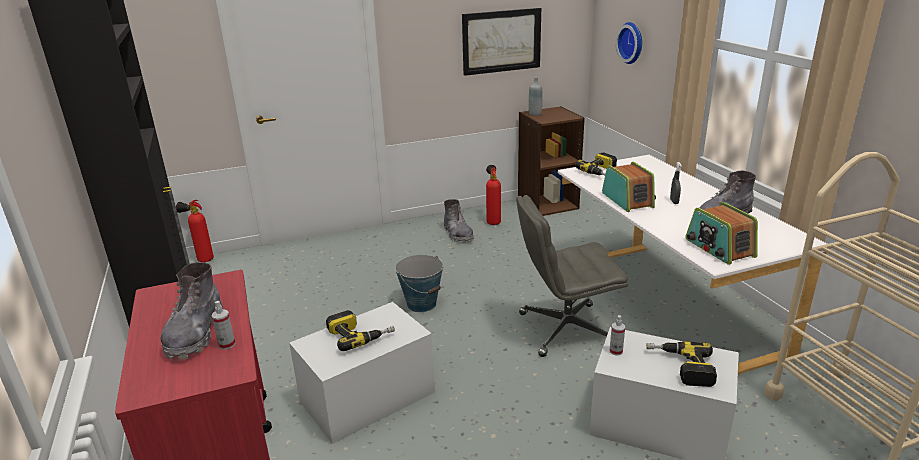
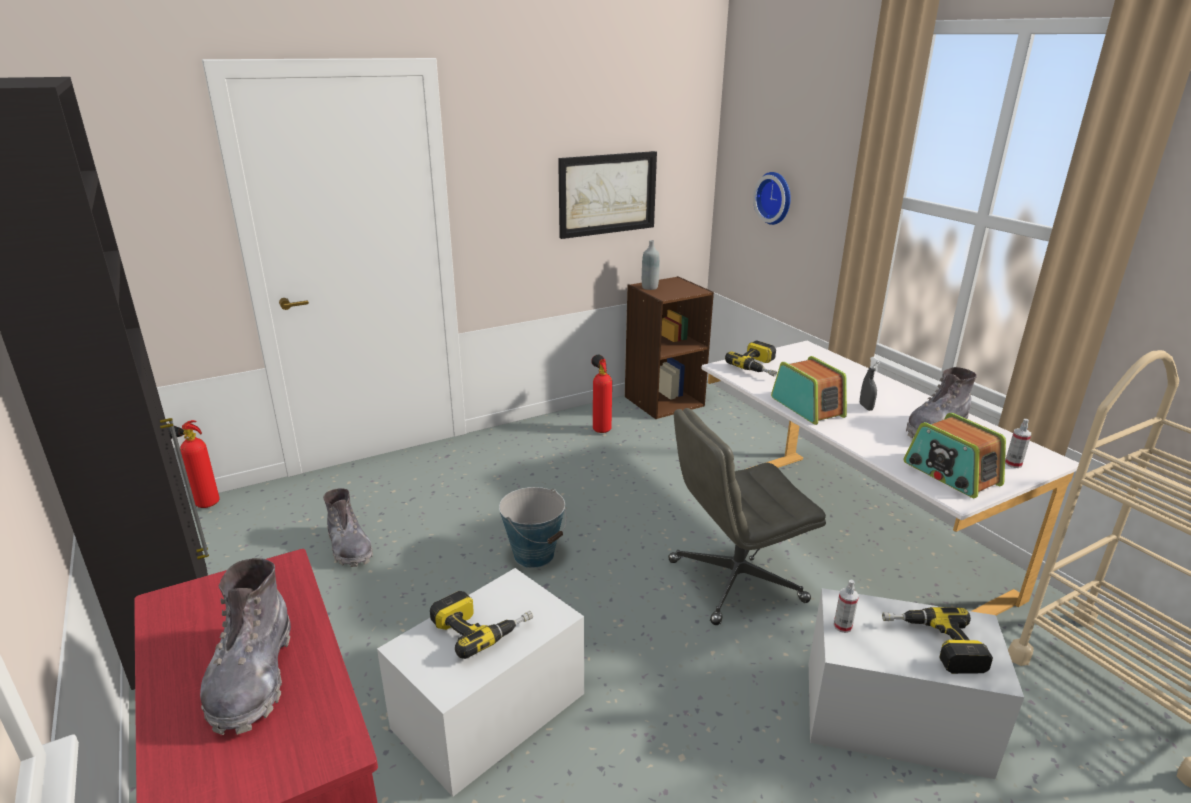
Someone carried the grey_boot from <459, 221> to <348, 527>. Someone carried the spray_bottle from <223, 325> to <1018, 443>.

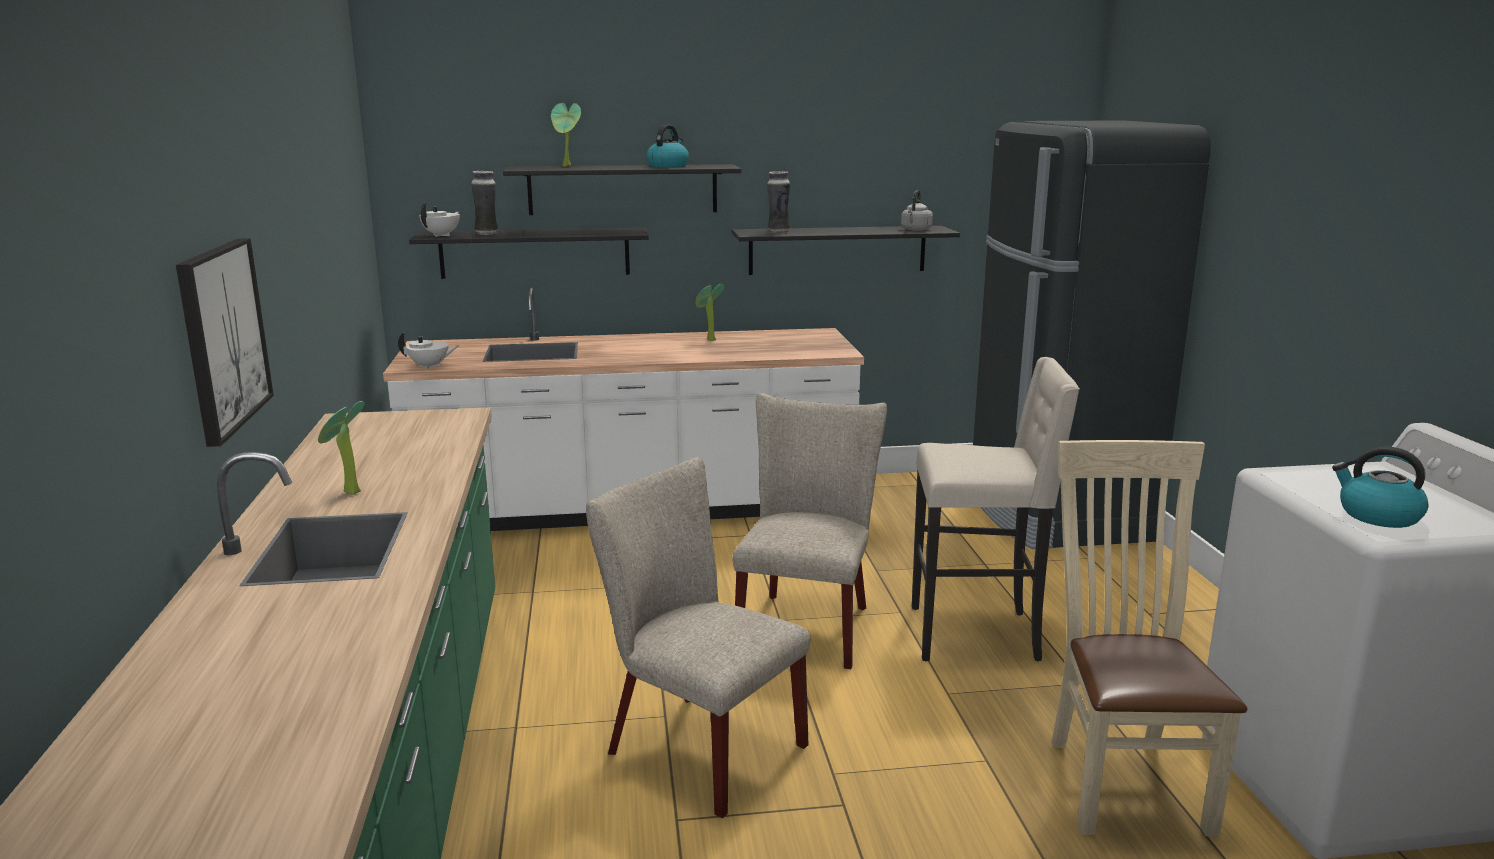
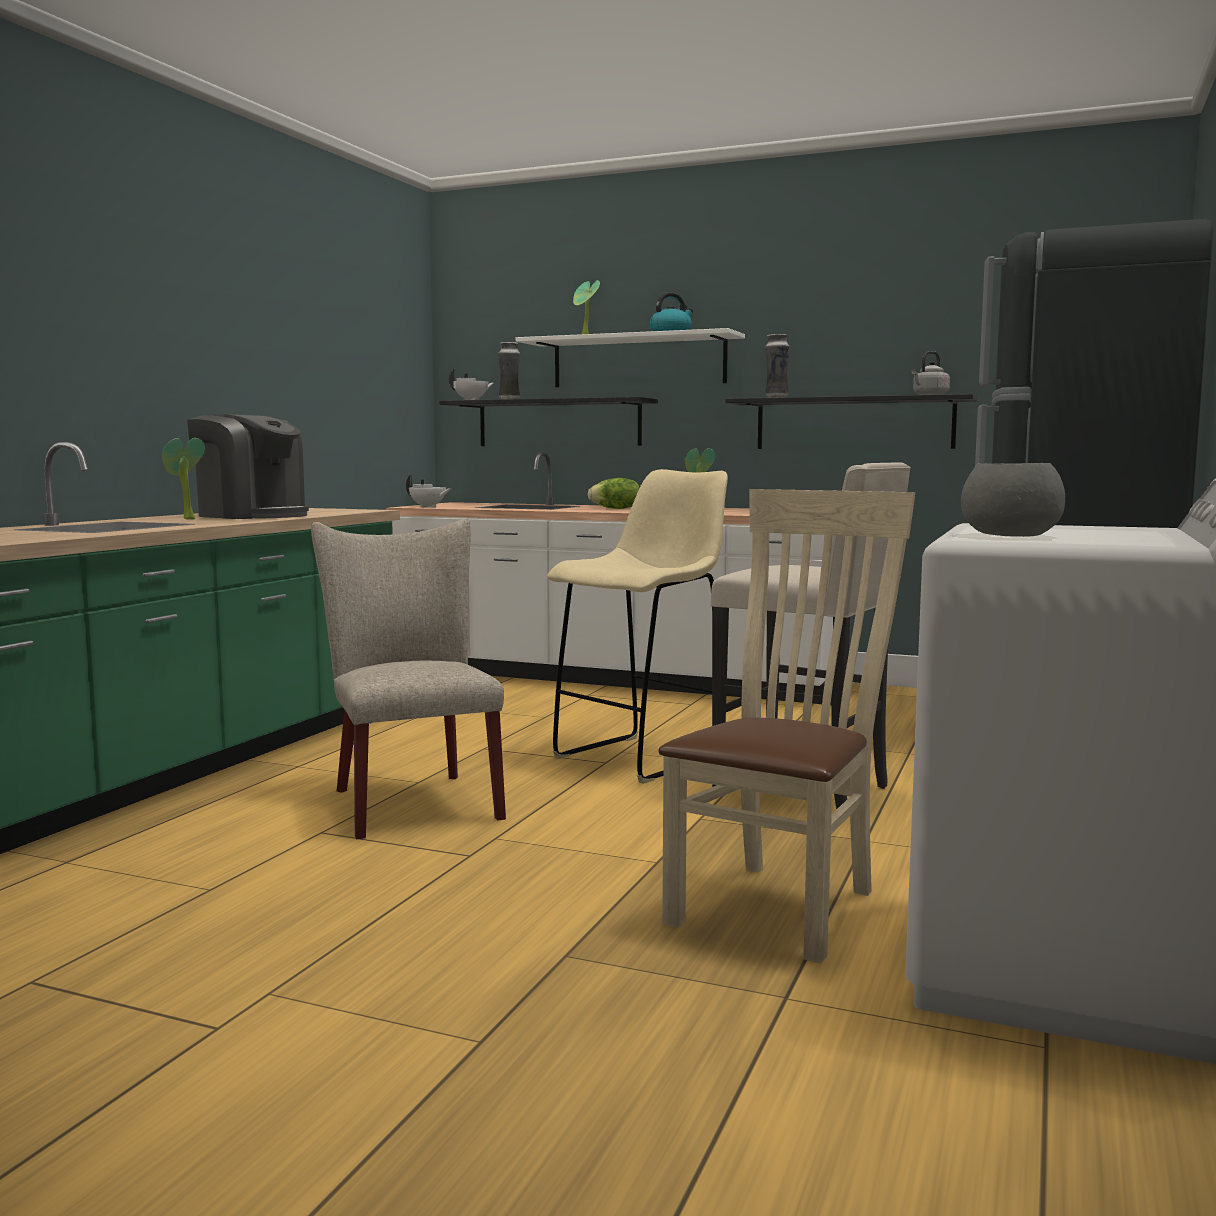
Someone repainted the black_shelf at <622, 189>, which became the white_shelf at <630, 357>. Someone took away the picture at <225, 342>. Someone swapped the beige_chair at <810, 531> for the beige_stool at <637, 626>. Someone swapped the kettle at <1380, 487> for the grey_bowl at <1013, 500>. Someone put down the coffee_machine at <248, 466>. Someone put down the lettuce at <614, 493>.

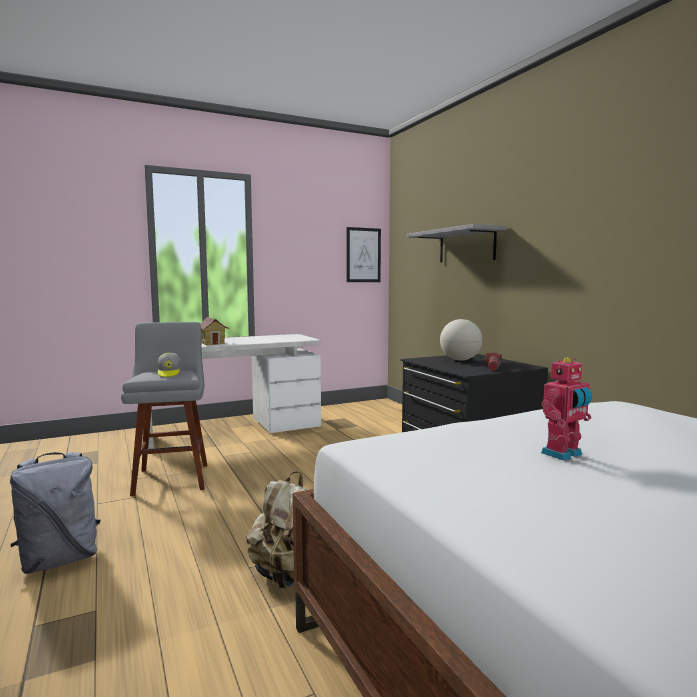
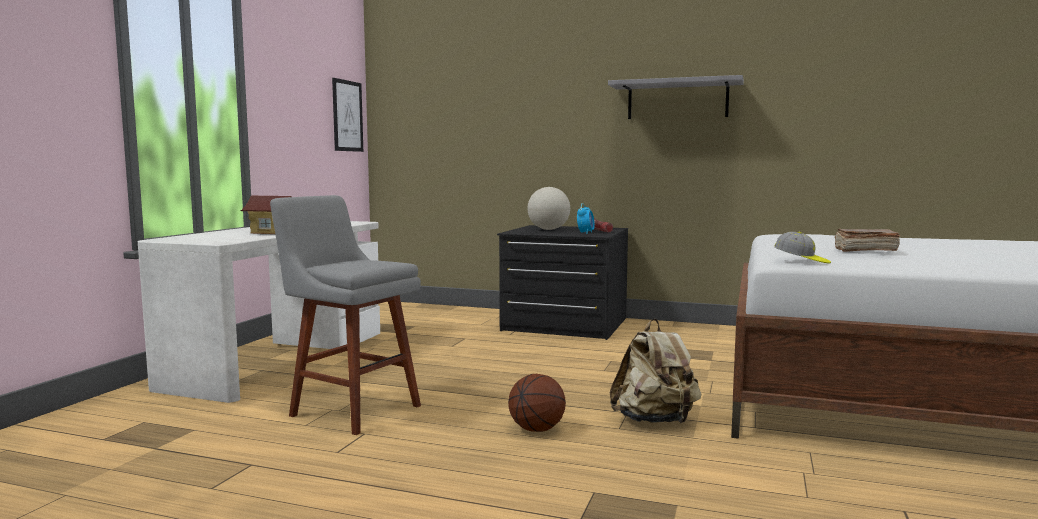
Someone carried the grey_shelf from <456, 243> to <676, 97>. Someone carried the cap from <169, 365> to <803, 247>. Someone swapped the toy_robot at <566, 409> for the brown_book at <867, 240>. Someone took away the grey_backpack at <55, 513>. Someone put down the alarm_clock at <586, 218>. Someone put down the basketball at <537, 403>.

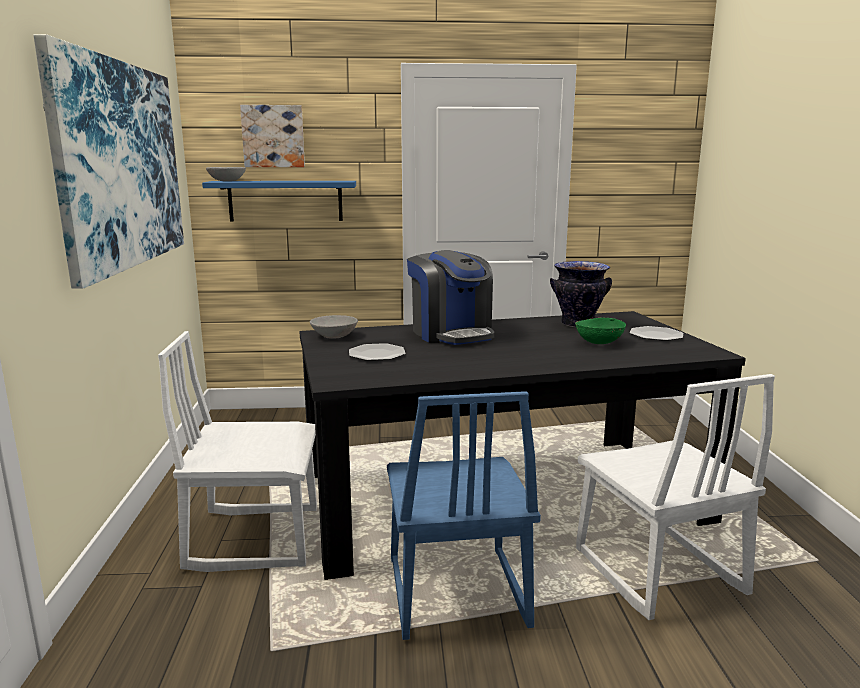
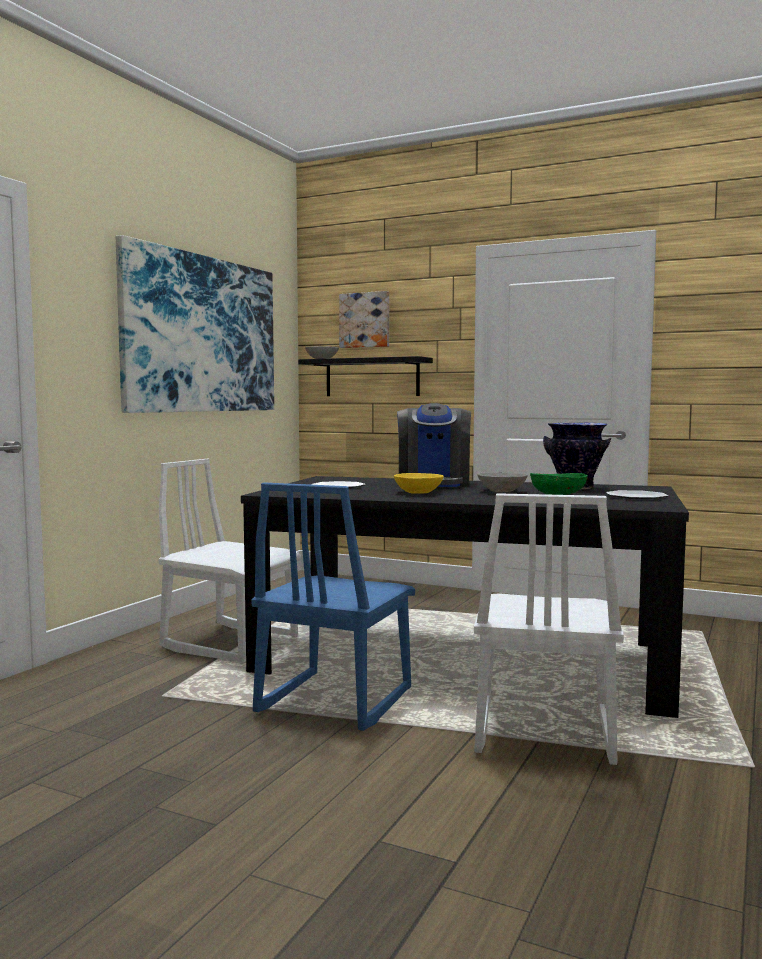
Someone repainted the blue_shelf at <279, 201>, which became the black_shelf at <365, 376>. Someone carried the grey_bowl from <334, 326> to <502, 482>. Someone put down the yellow_bowl at <419, 483>.

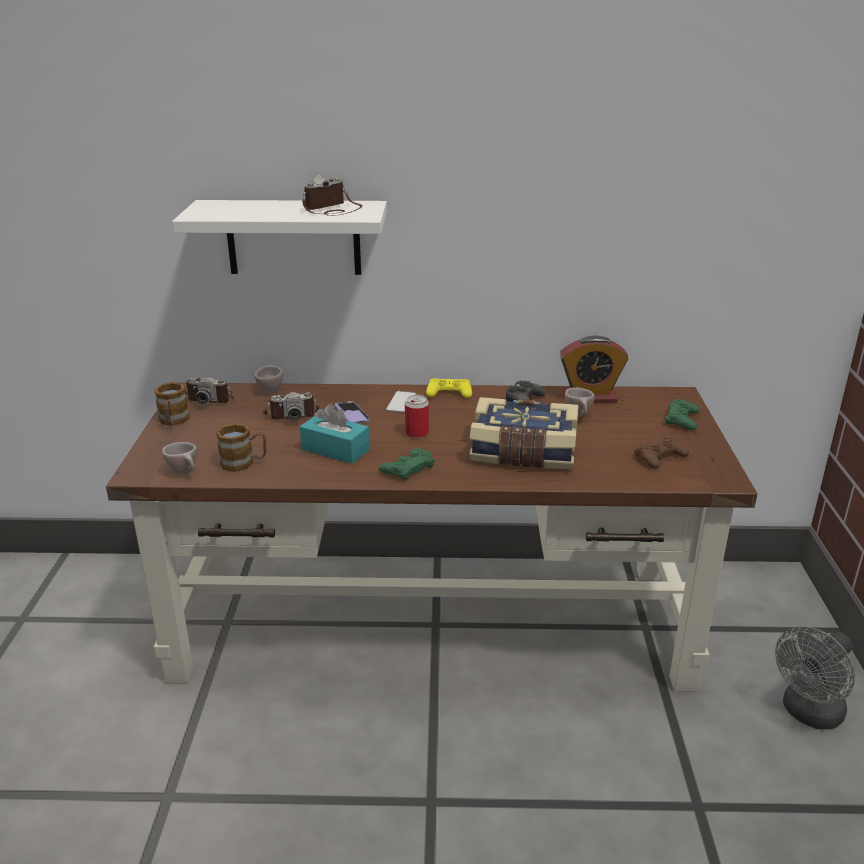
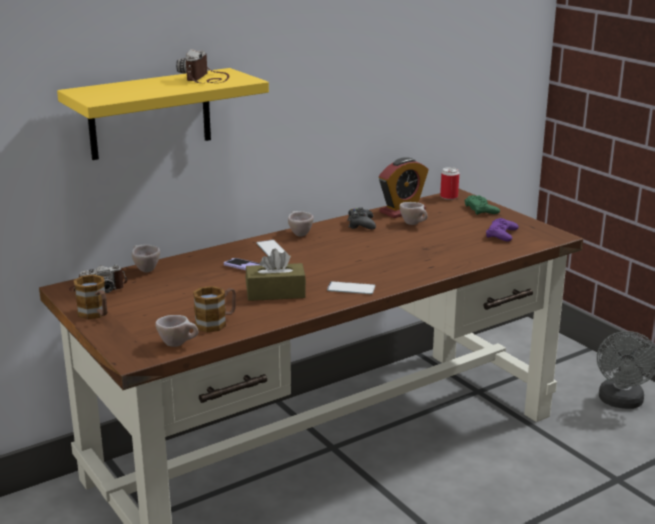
Someone repainted the white_shelf at <279, 237>, which became the yellow_shelf at <163, 114>. Someone swapped the yellow_game_controller at <449, 388> for the beige_cup at <301, 224>. Someone took away the photo_camera at <291, 406>. Someone carried the can from <417, 416> to <449, 183>. Someone took away the book at <524, 433>. Someone repainted the turquoise_tissue_box at <335, 434>, which became the brown_tissue_box at <276, 275>. Someone repainted the brown_game_controller at <661, 452>, which became the purple_game_controller at <502, 229>. Someone swapped the green_game_controller at <407, 464> for the phone at <351, 287>.

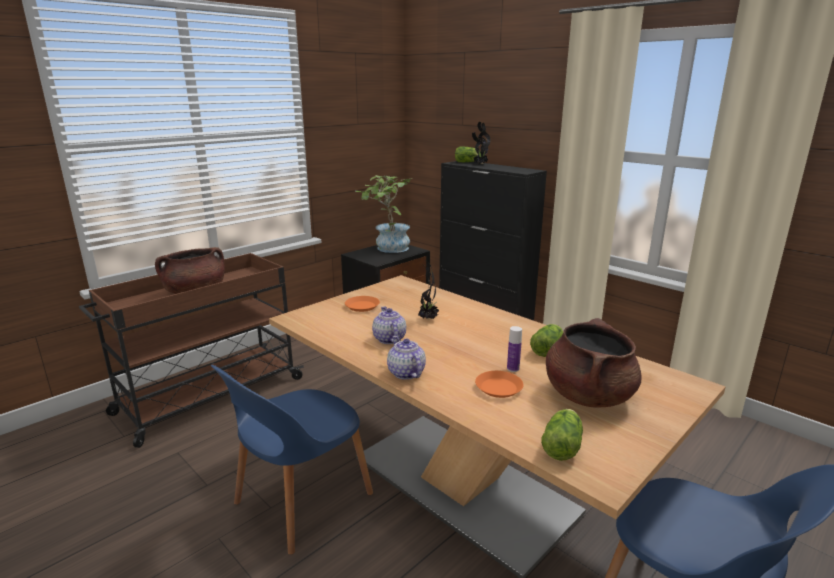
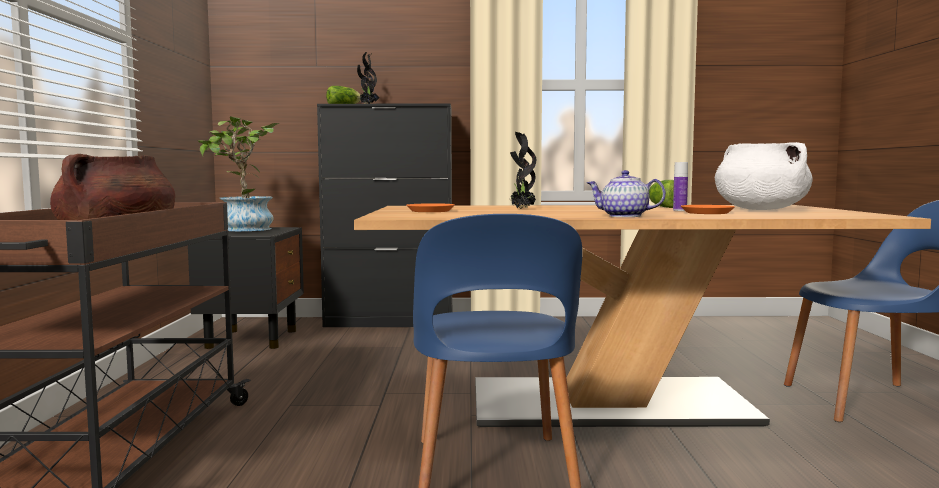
Someone took away the teapot at <389, 325>. Someone repainted the brown_cooking_pot at <594, 363>, which became the white_cooking_pot at <764, 176>. Someone took away the lettuce at <562, 435>.

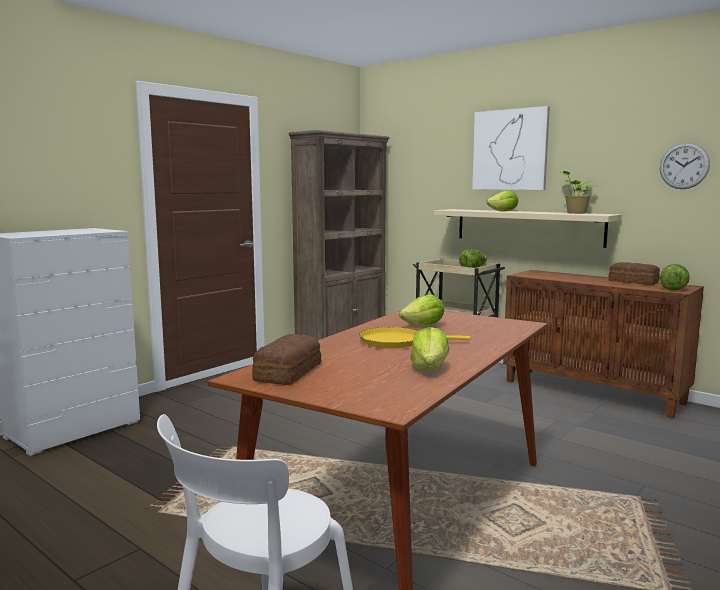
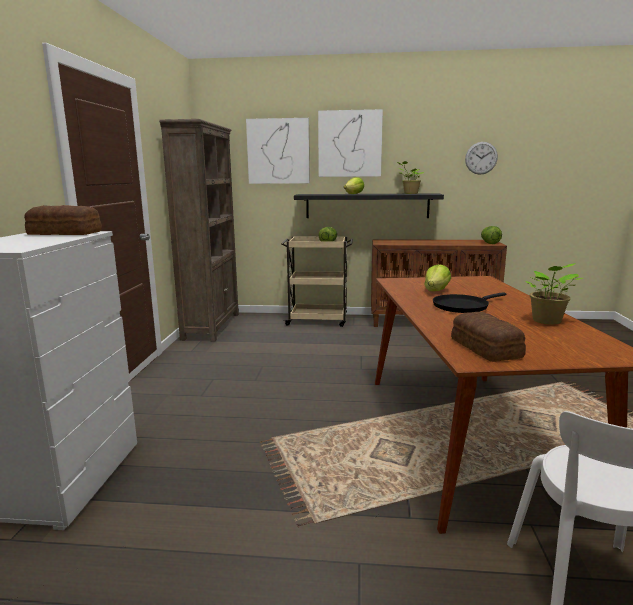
Someone repainted the beige_shelf at <528, 228>, which became the black_shelf at <369, 205>. Someone carried the bread from <634, 273> to <63, 220>. Someone repainted the yellow_frying_pan at <415, 337>, which became the black_frying_pan at <469, 302>. Someone swapped the lettuce at <430, 349> for the potted_plant at <554, 293>. Someone put up the picture at <278, 151>.

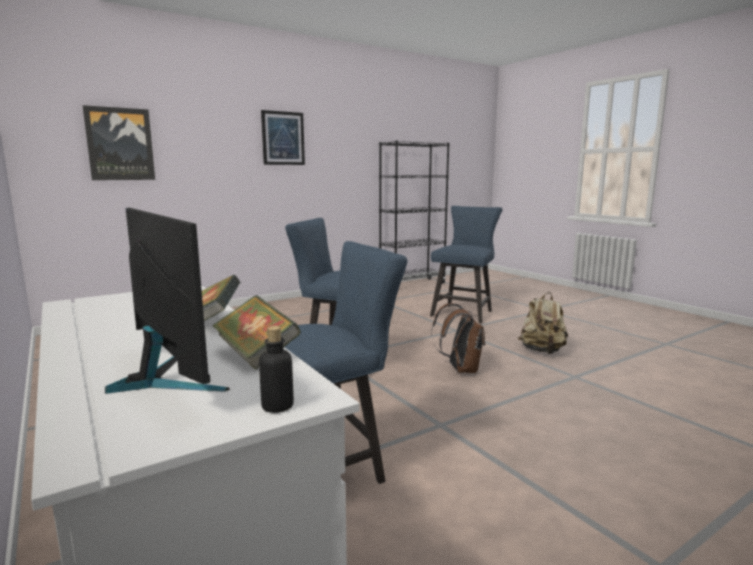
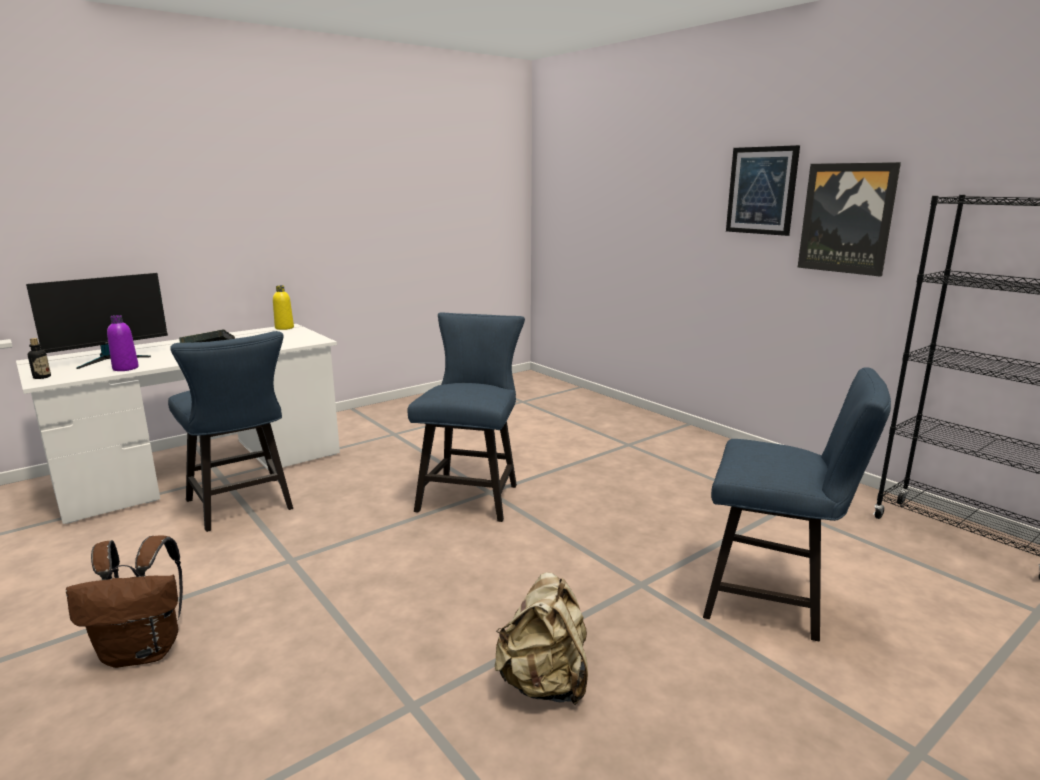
Someone carried the picture from <119, 142> to <849, 219>. Someone swapped the book at <256, 332> for the purple_bottle at <123, 343>. Someone carried the brown_backpack from <458, 338> to <124, 601>. Someone put down the yellow_bottle at <283, 307>.

